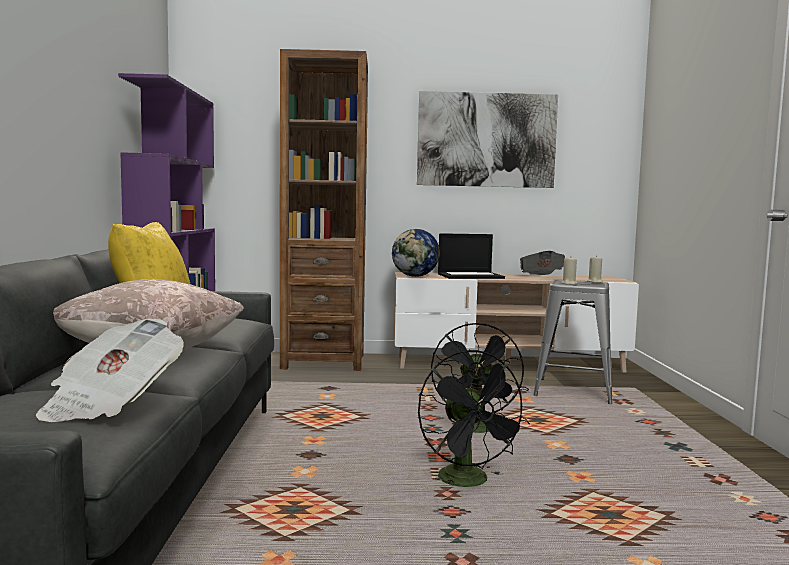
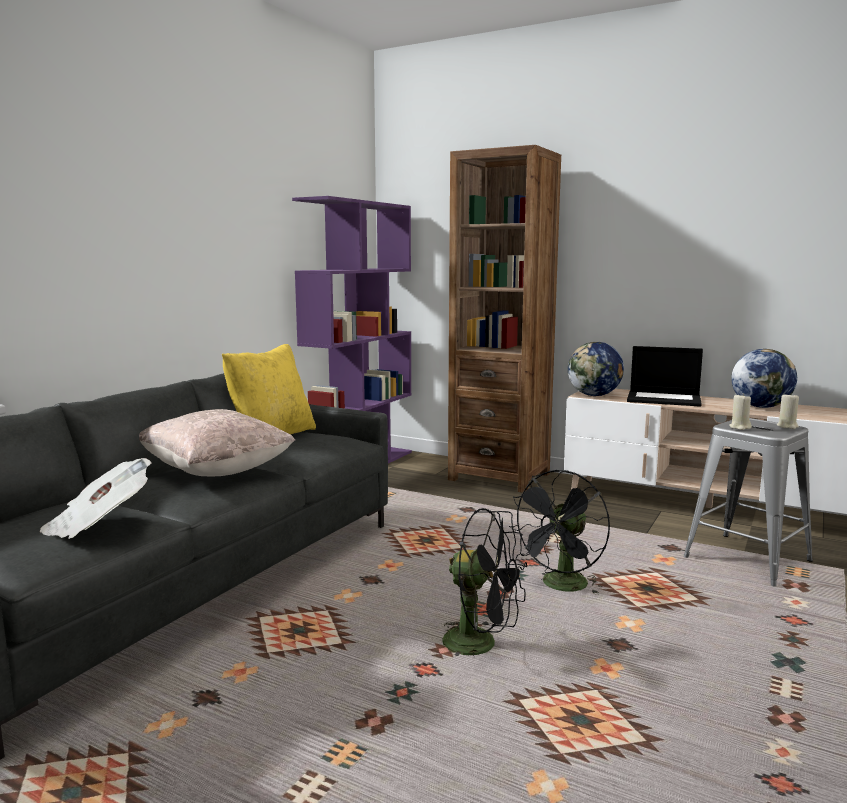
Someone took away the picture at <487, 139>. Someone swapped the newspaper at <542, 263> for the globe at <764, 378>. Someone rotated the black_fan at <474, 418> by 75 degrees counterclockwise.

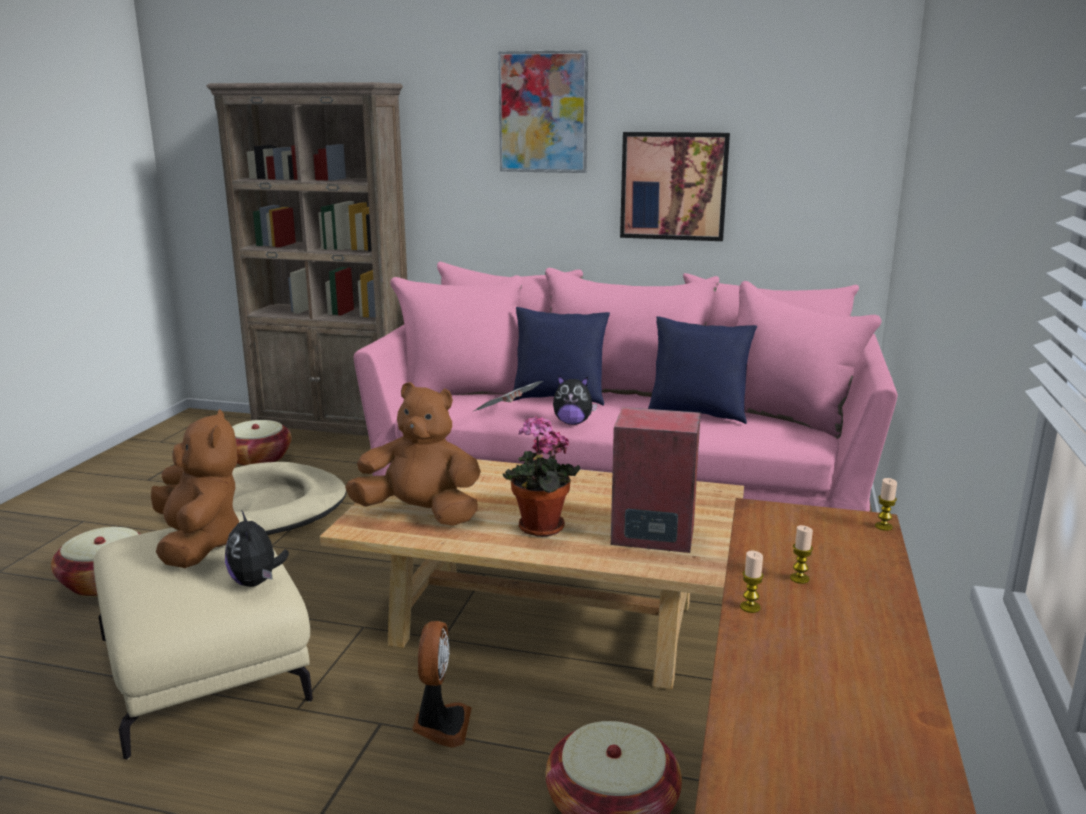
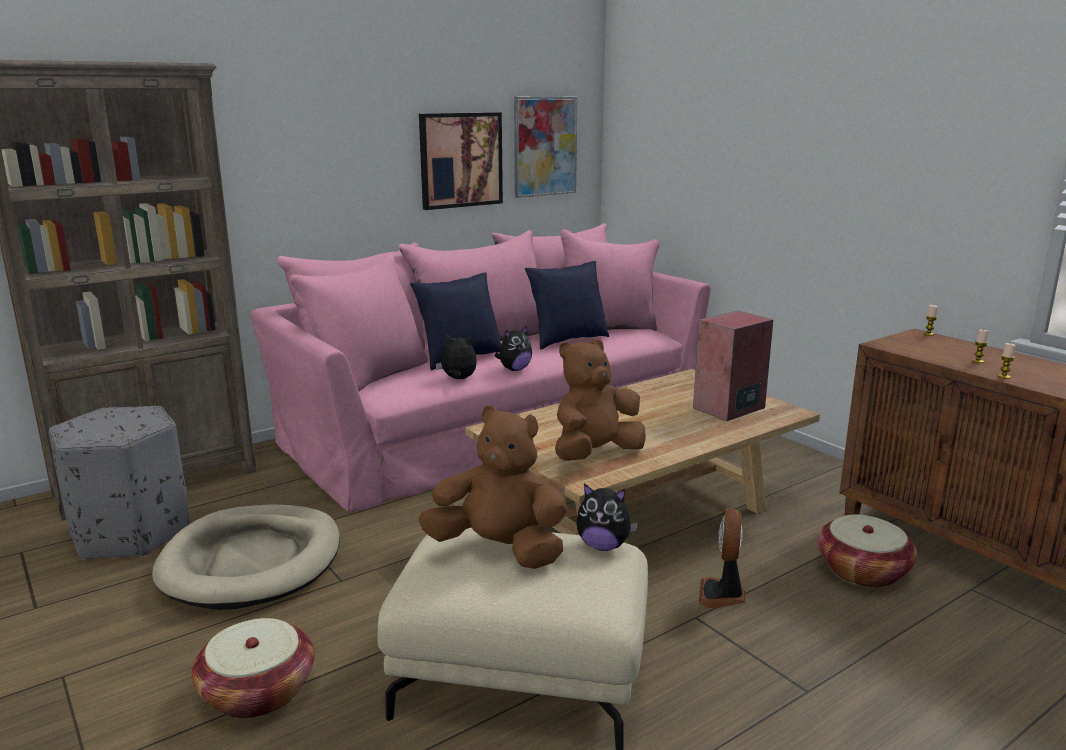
Someone carried the picture from <543, 111> to <546, 147>. Someone swapped the newspaper at <508, 396> for the plush_toy at <456, 356>. Someone took away the potted_plant at <541, 476>. Someone swapped the basket at <262, 443> for the grey_ottoman at <119, 483>. Someone rotated the fan at <442, 684> by 120 degrees counterclockwise.

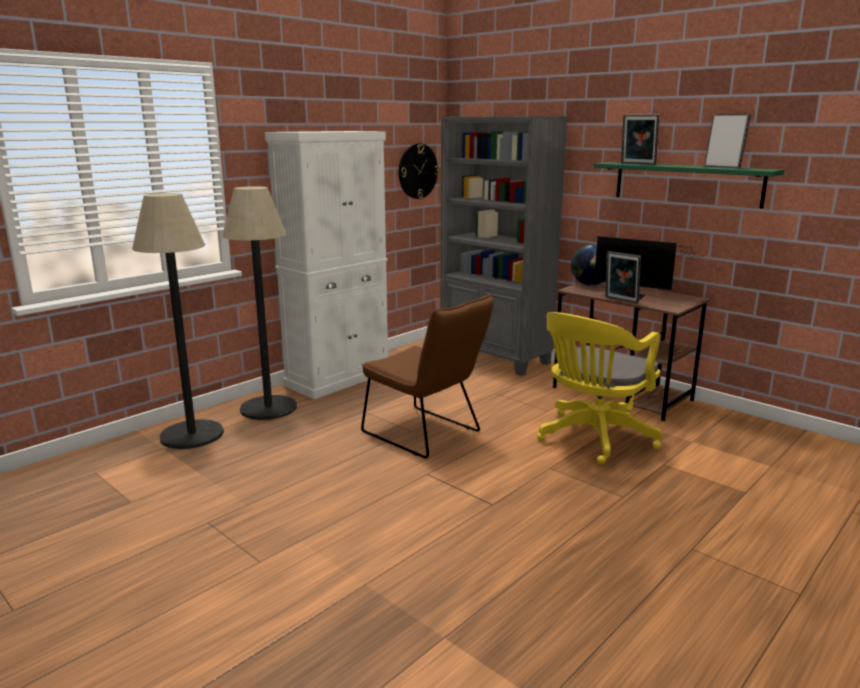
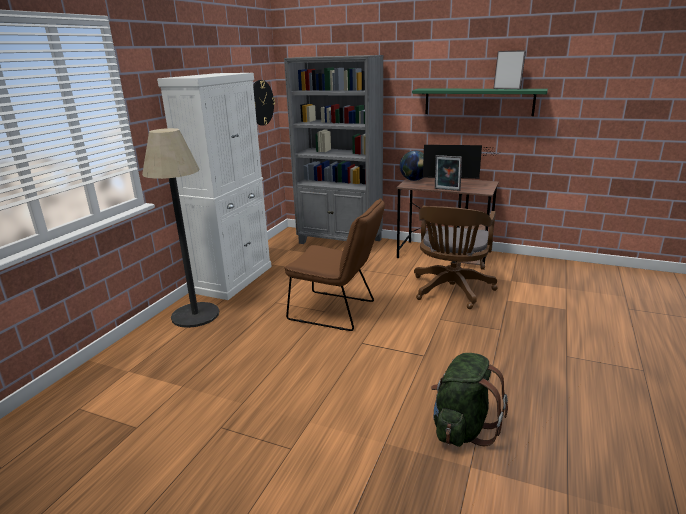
Someone took away the picture_frame at <640, 140>. Someone took away the floor_lamp at <178, 321>. Someone repainted the yellow_office_chair at <599, 388>, which became the brown_office_chair at <455, 257>. Someone put down the green_backpack at <469, 400>.

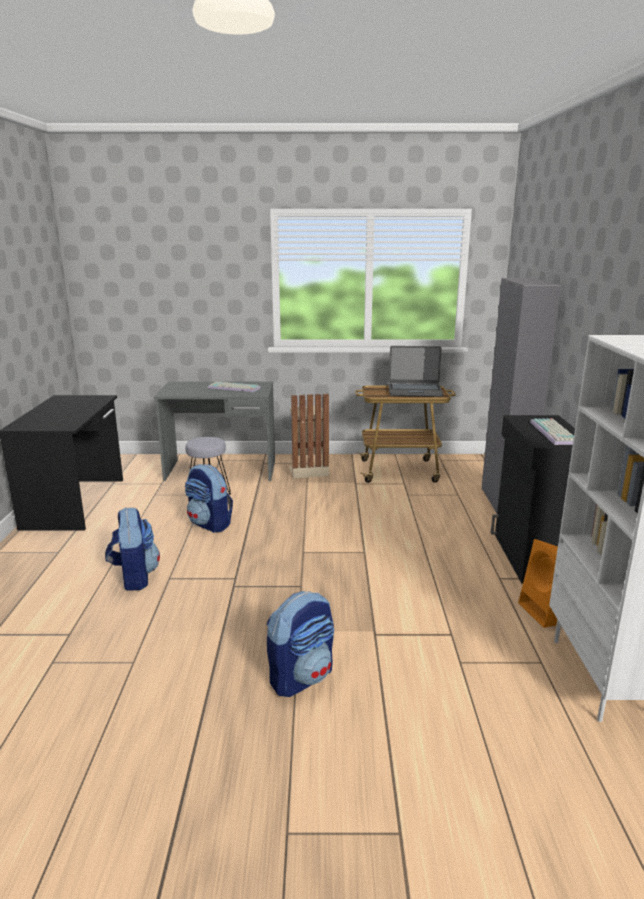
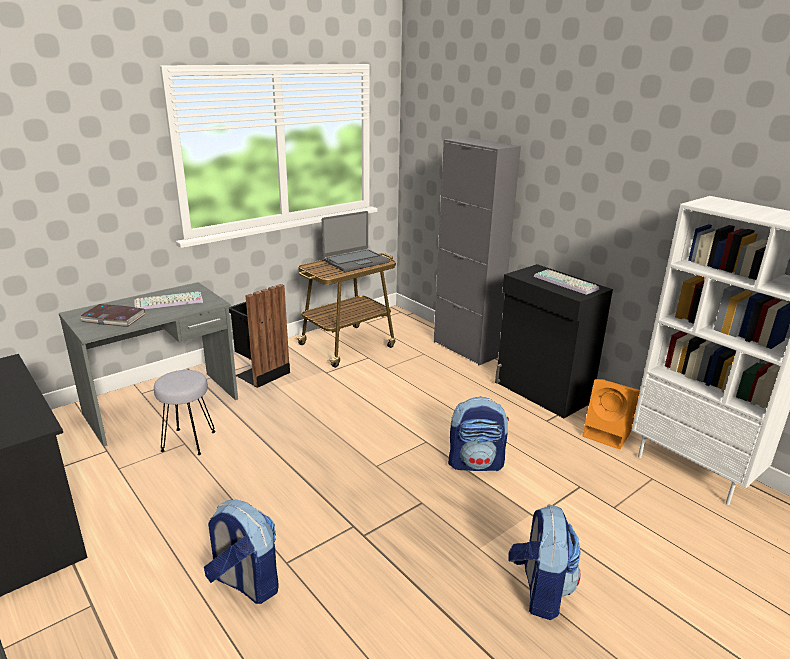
Someone repainted the beige_trash_can at <309, 436>, which became the black_trash_can at <259, 336>. Someone carried the backpack from <209, 498> to <478, 434>. Someone put down the book at <112, 315>.

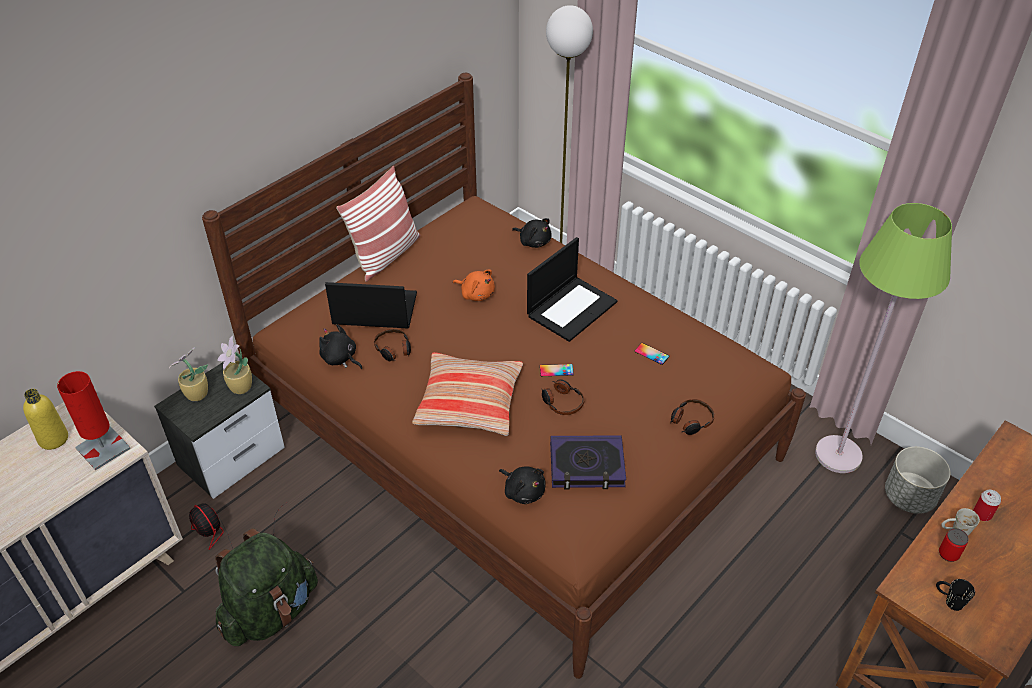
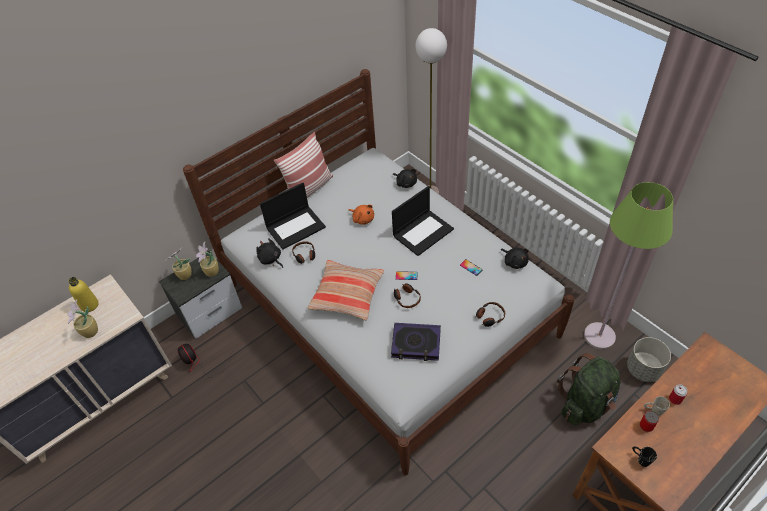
Someone repainted the brown_bed at <504, 376>, which became the white_bed at <379, 272>. Someone rotated the laptop at <371, 305> by 135 degrees clockwise. Someone took away the red_table_lamp at <94, 420>. Someone carried the black_plush_toy from <522, 485> to <515, 258>. Someone carried the green_backpack from <266, 587> to <589, 389>. Someone put down the potted_plant at <82, 318>.

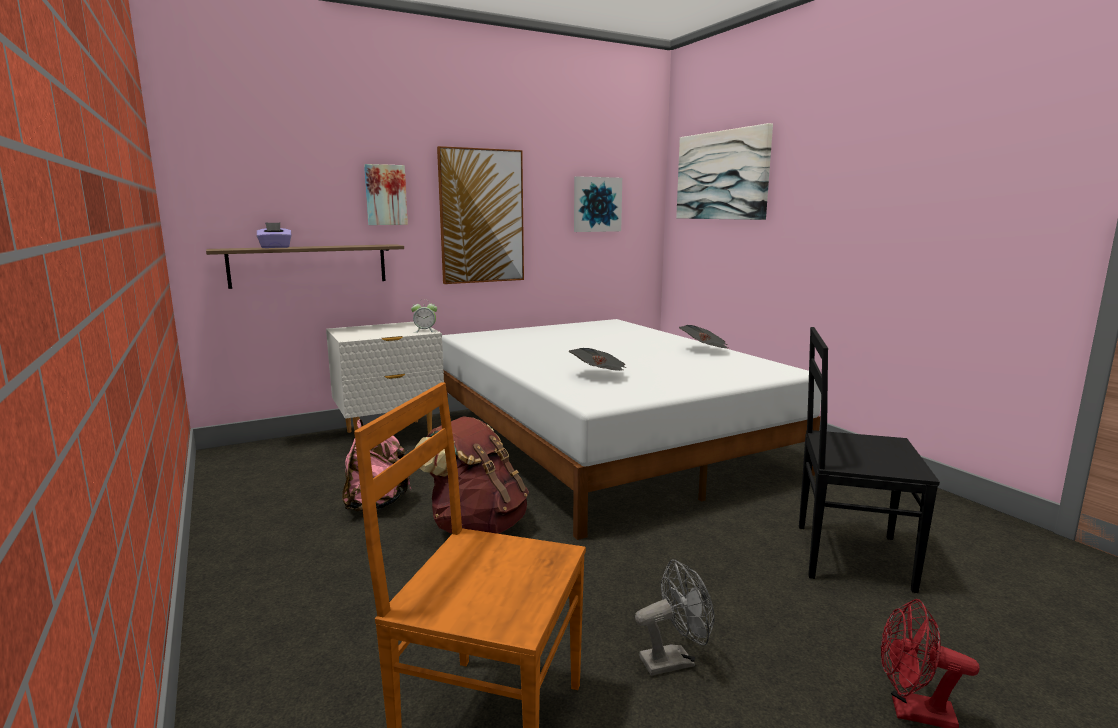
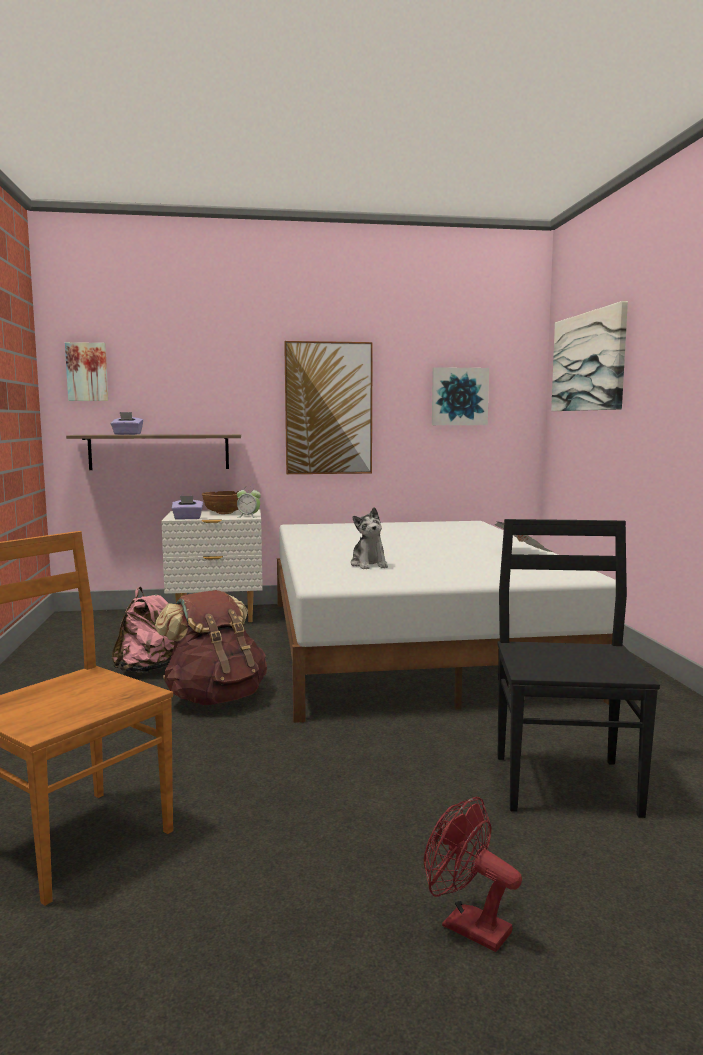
Someone carried the picture from <386, 194> to <86, 371>. Someone rotated the black_chair at <869, 460> by 60 degrees clockwise. Someone swapped the newspaper at <597, 359> for the plush_toy at <369, 538>. Someone took away the grey_fan at <675, 618>. Someone put down the brown_bowl at <220, 502>. Someone put down the purple_tissue_box at <187, 508>.

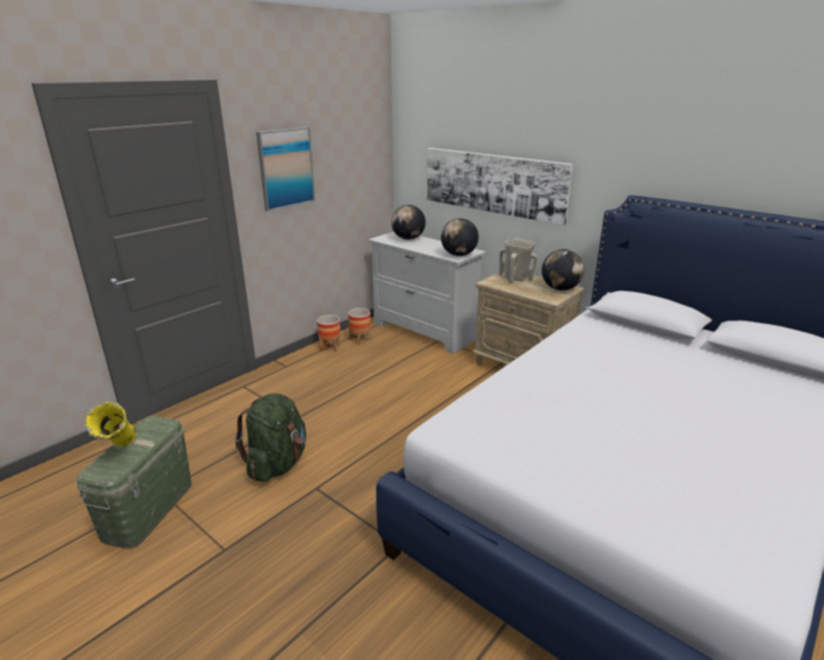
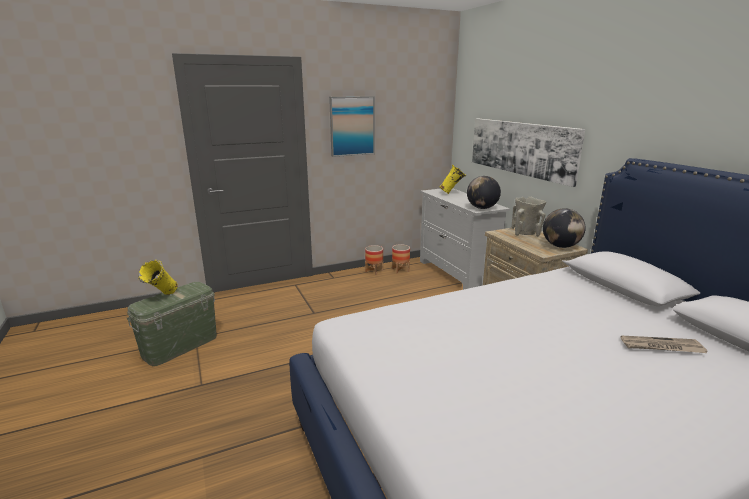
Someone swapped the globe at <408, 222> for the yellow_vase at <453, 179>. Someone took away the green_backpack at <270, 437>. Someone put down the newspaper at <663, 344>.

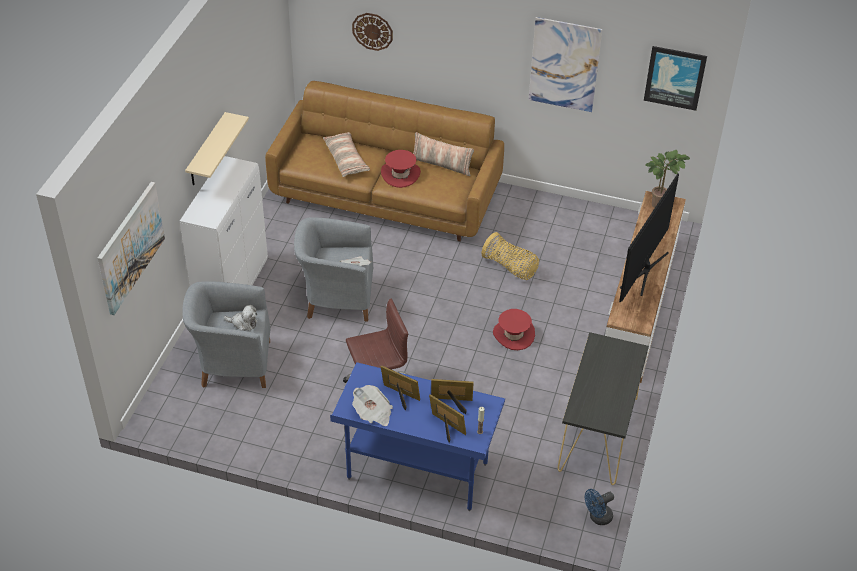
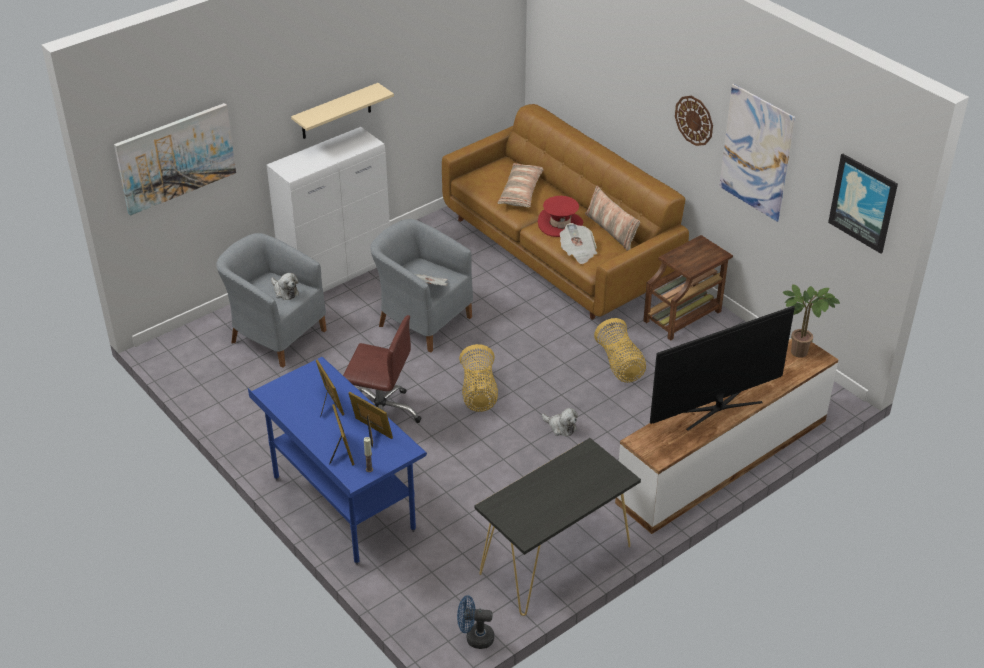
Someone carried the wall_clock from <372, 32> to <694, 121>. Someone swapped the red_hat at <514, 329> for the plush_toy at <560, 422>. Someone carried the newspaper from <372, 405> to <579, 243>. Someone put down the brown_side_table at <688, 288>. Someone put down the basket at <478, 378>.

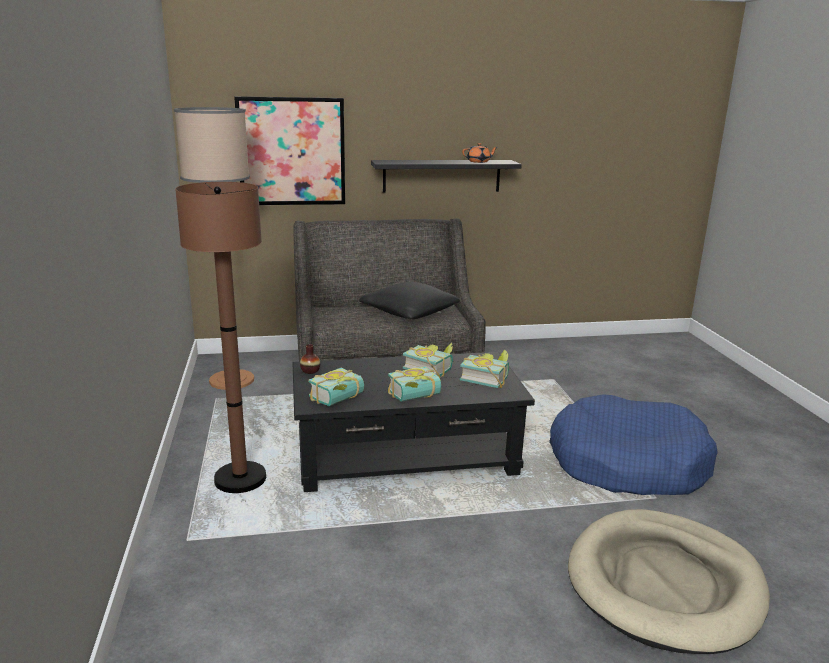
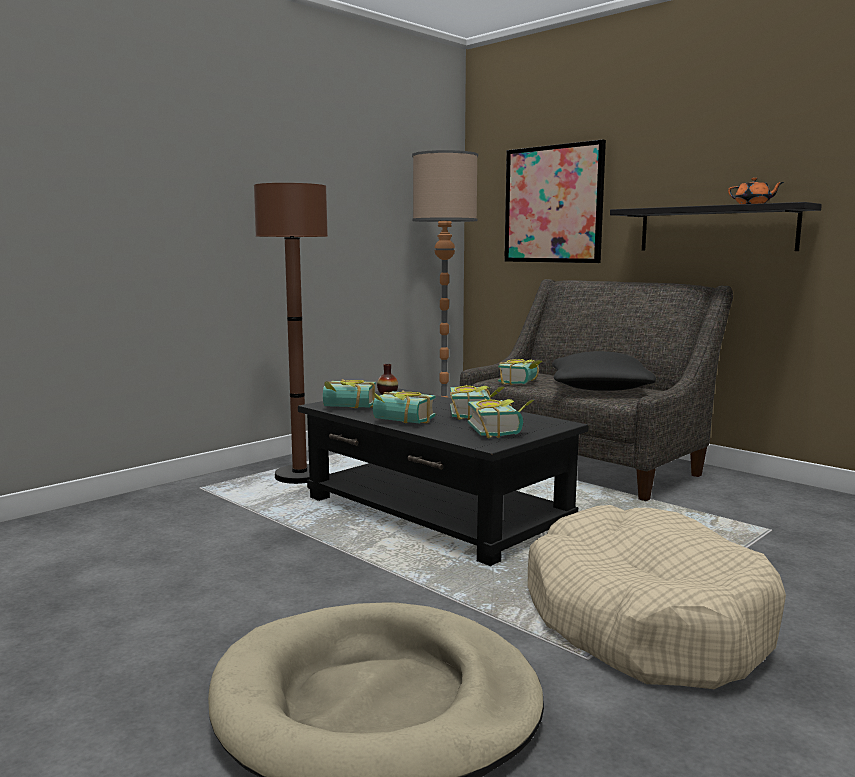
Someone repainted the blue_dog_bed at <633, 444>, which became the beige_dog_bed at <657, 597>. Someone put down the book at <520, 372>.

